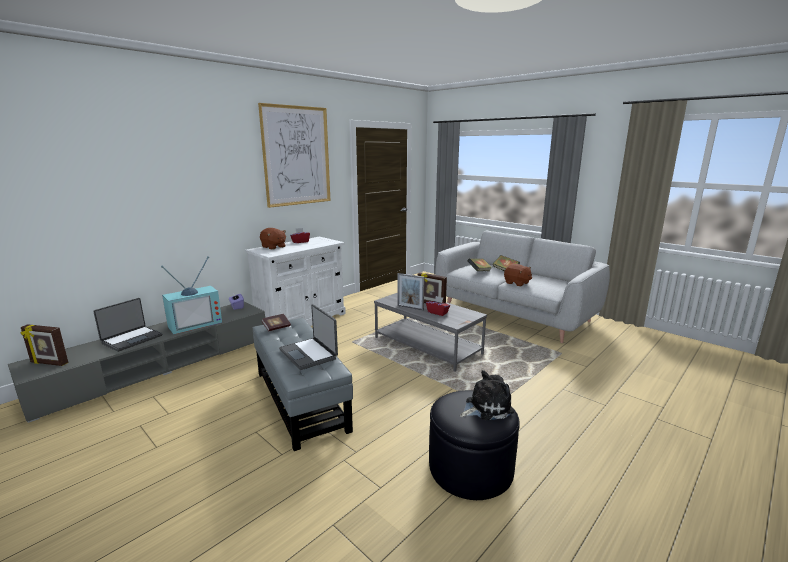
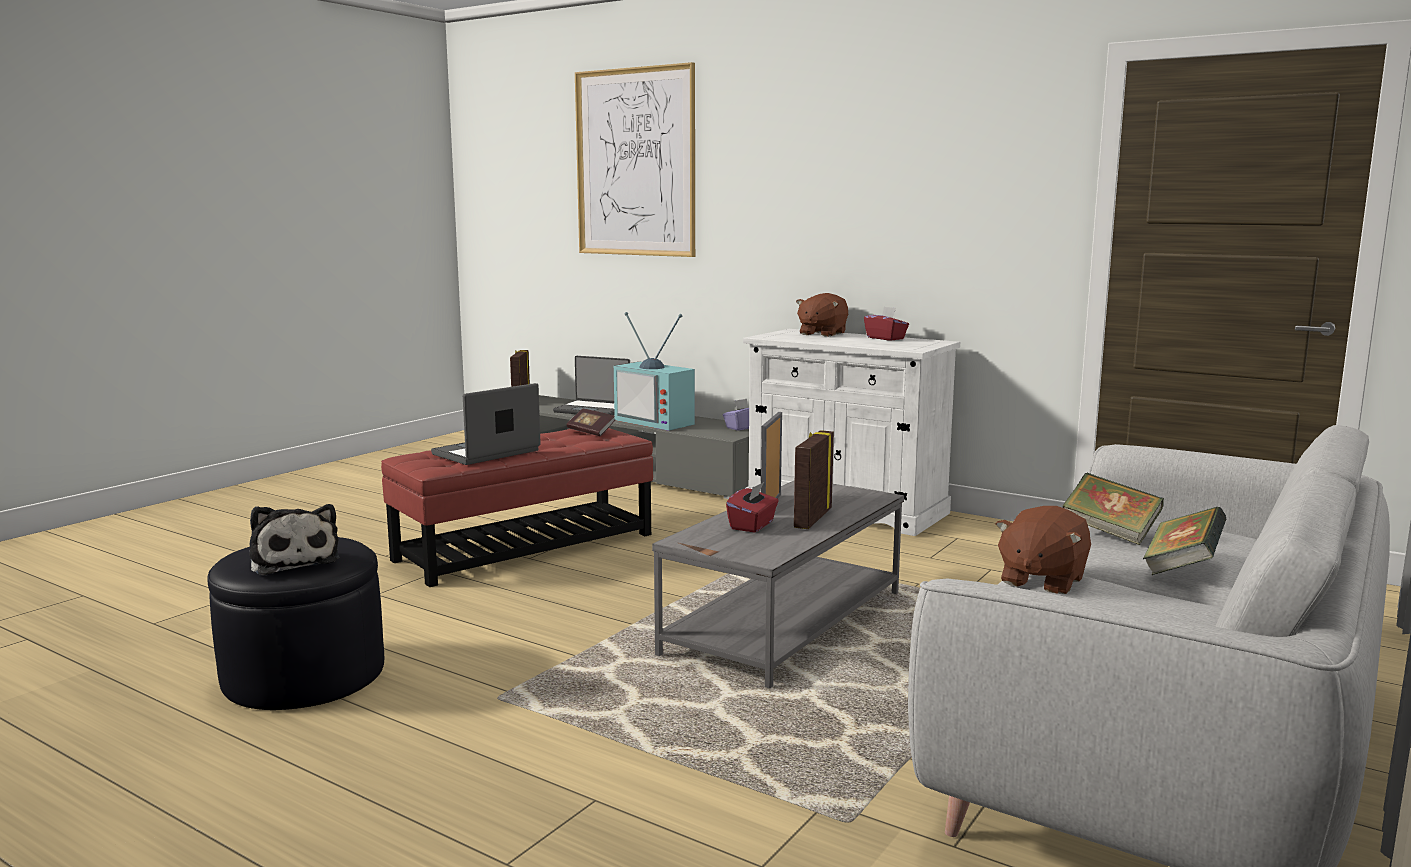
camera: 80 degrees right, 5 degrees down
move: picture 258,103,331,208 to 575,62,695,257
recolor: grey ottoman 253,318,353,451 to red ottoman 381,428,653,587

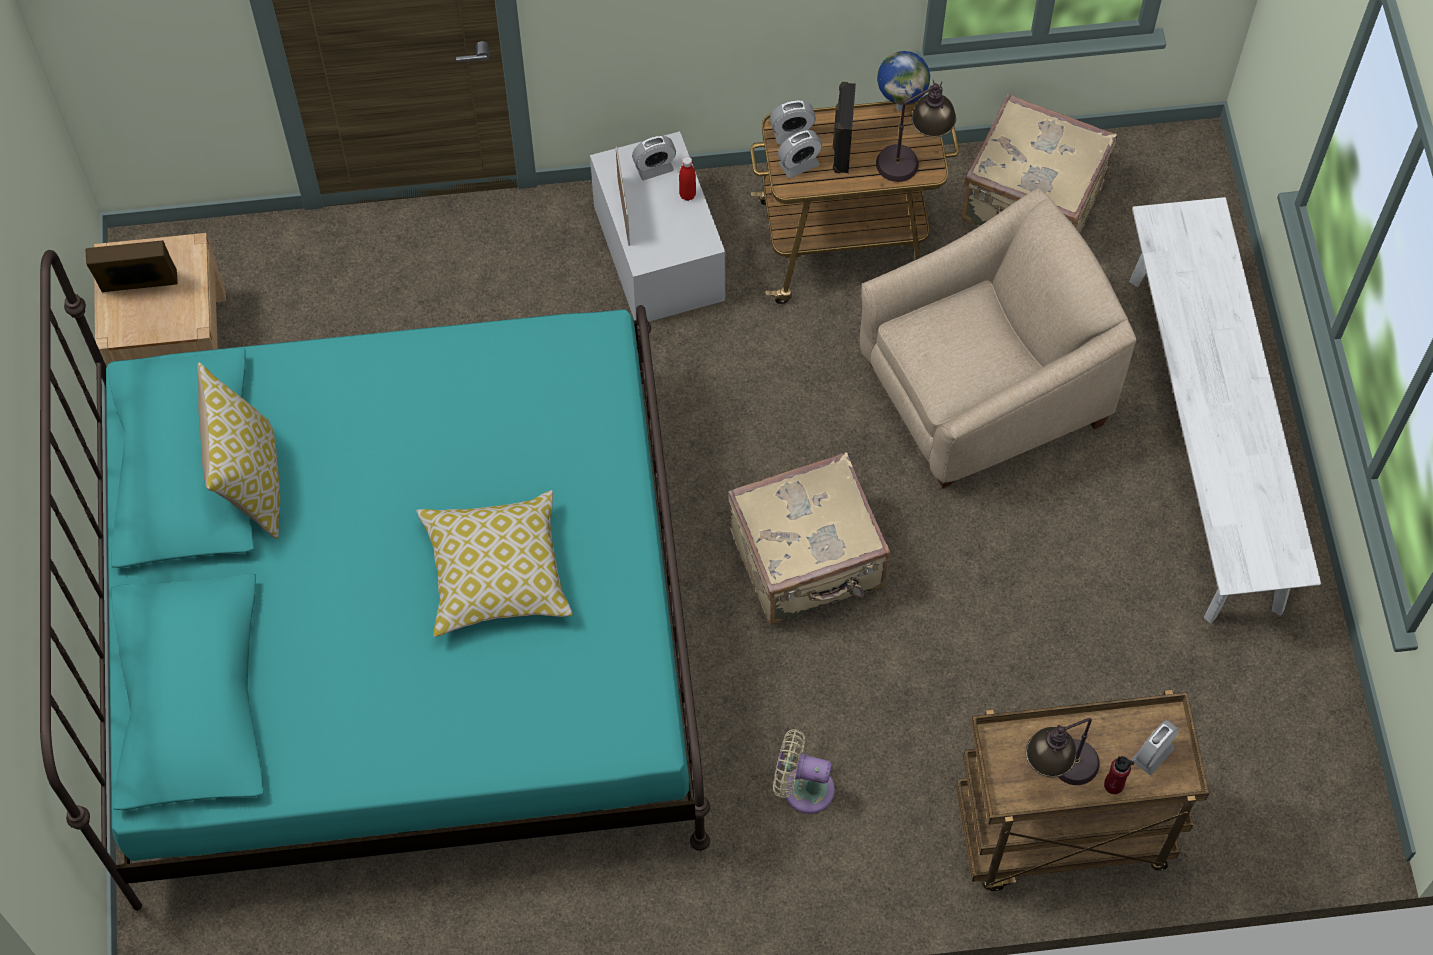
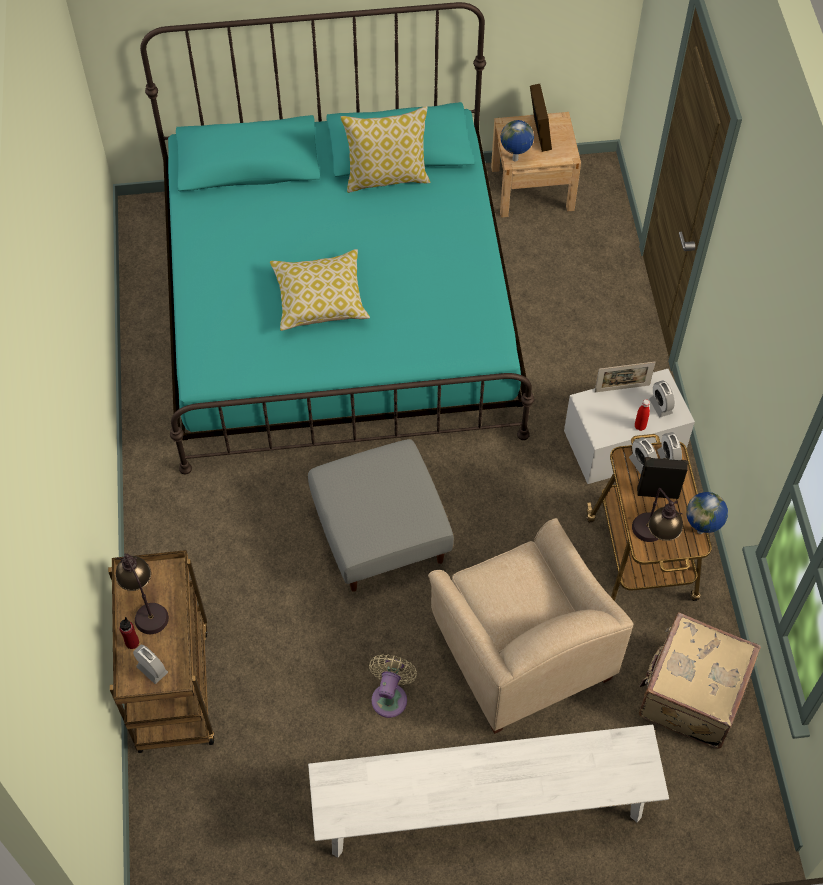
camera: 90 degrees right, 5 degrees down
insert: globe 500,120,534,162
move: beige fan 773,729,835,814 to 369,654,417,718
replace: beige suitcase 728,452,890,625 to grey ottoman 308,439,454,592

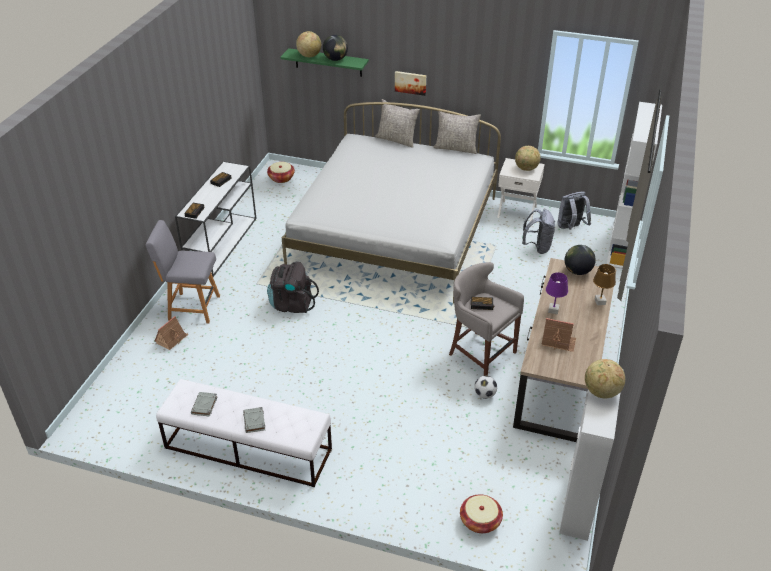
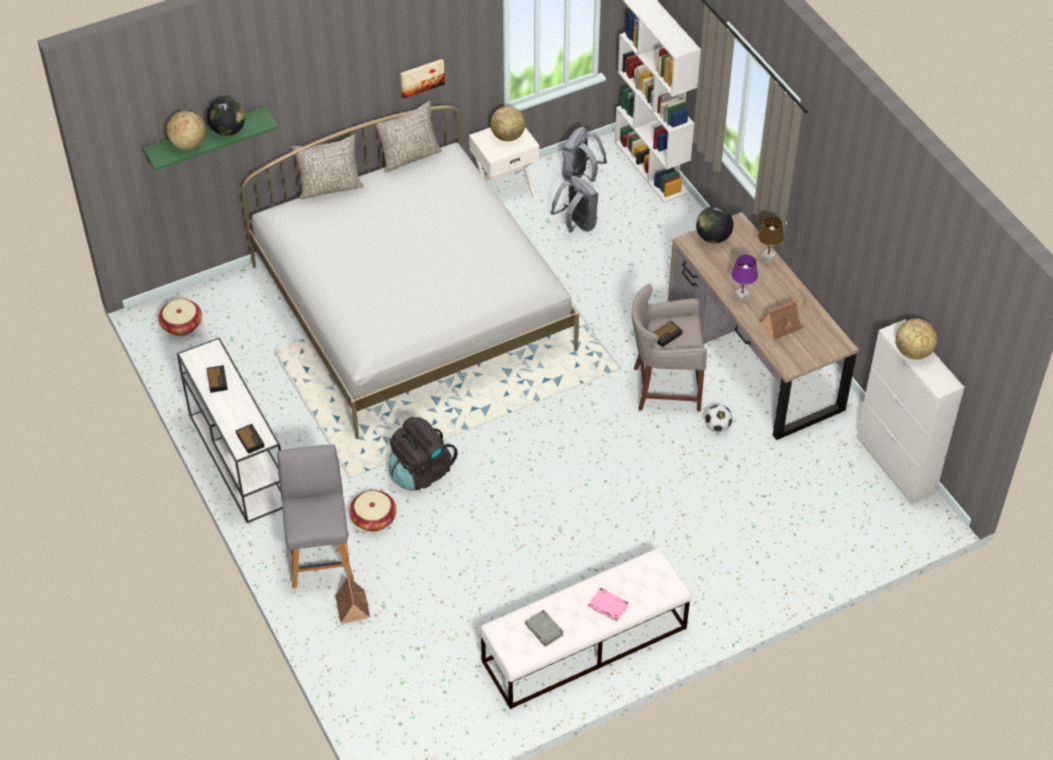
camera: 45 degrees left, 10 degrees up
move: picture 395,71,426,96 to 400,59,445,99; basket 460,494,503,533 to 349,490,396,531
recolor: grey book 243,407,265,433 to pink book 588,588,629,622
rotate: grey chair 145,220,220,324 = 277,444,354,588 120 degrees clockwise

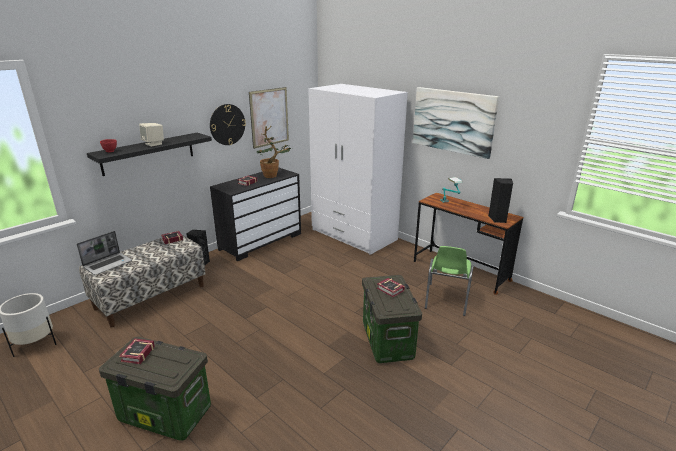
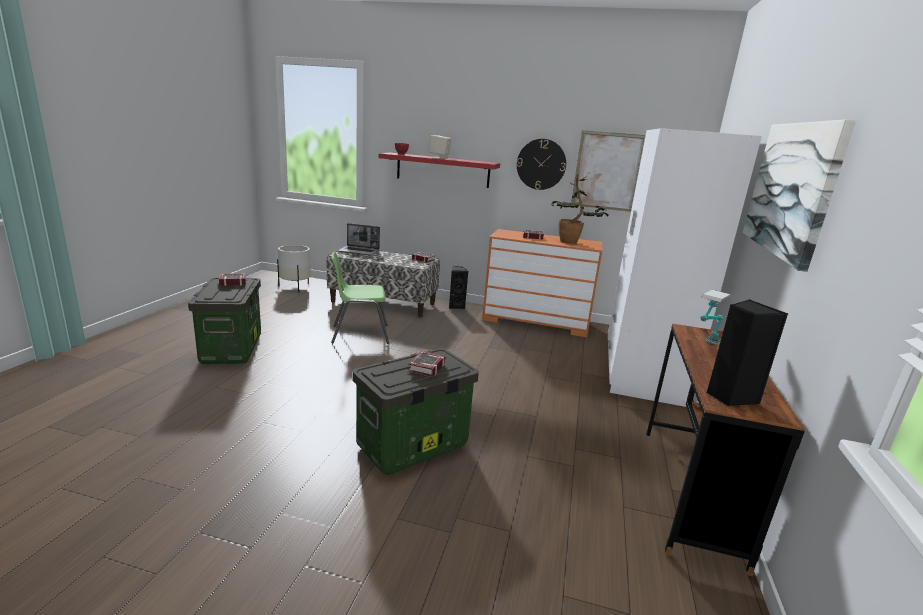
camera: 60 degrees right, 5 degrees down
move: green chair 425,246,474,316 to 331,252,389,344
recolor: black shelf 87,133,212,176 to red shelf 379,153,500,188; black dresser 210,167,301,261 to orange dresser 482,229,602,337

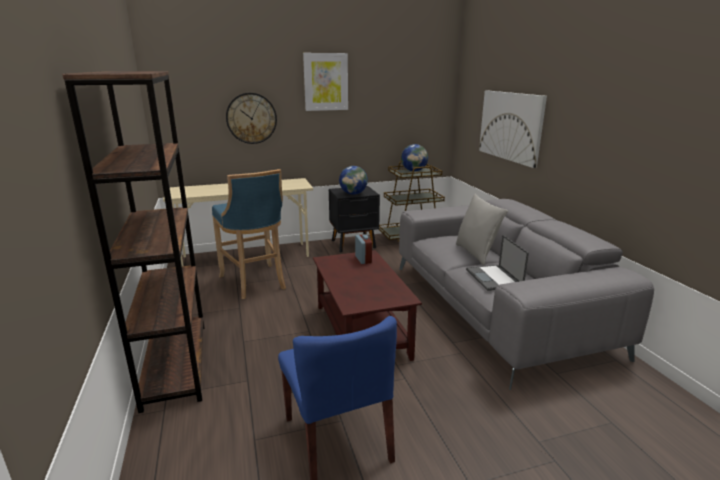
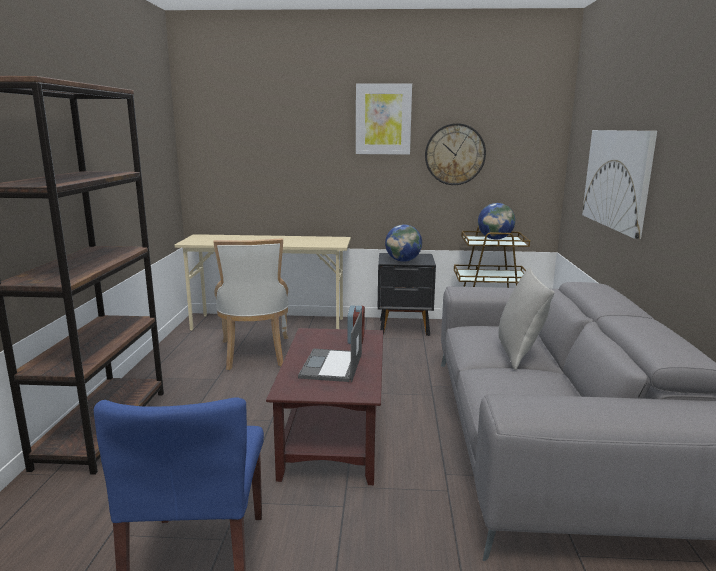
camera: 20 degrees right, 5 degrees down
move: wall clock 226,93,277,144 to 425,123,486,185; laptop 466,235,529,291 to 298,310,362,382
replace: blue stool 212,169,286,299 to white chair 213,238,288,370

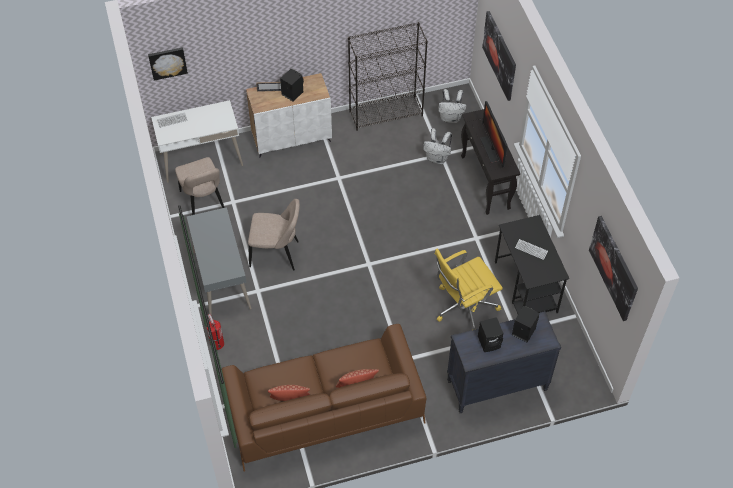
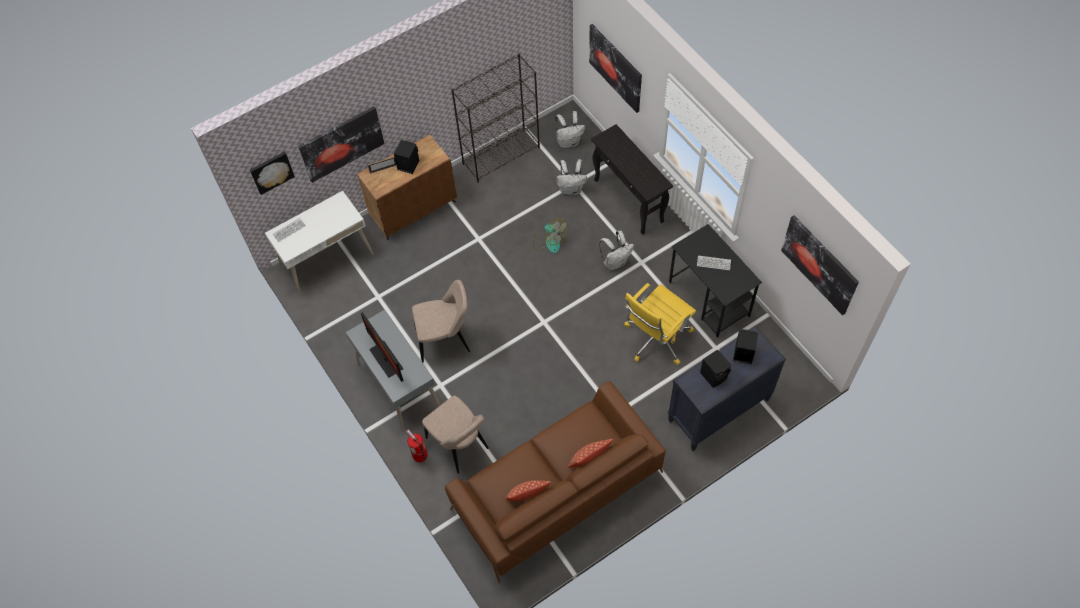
camera: 15 degrees left, 5 degrees up
insert: picture 298,107,385,183; fan 533,218,568,254; white backpack 599,231,634,270
move: beige chair 175,157,225,215 to 422,396,489,474; monitor 480,101,508,167 to 361,312,404,382
recolor: white cabinet 246,73,332,157 to brown cabinet 357,135,457,240

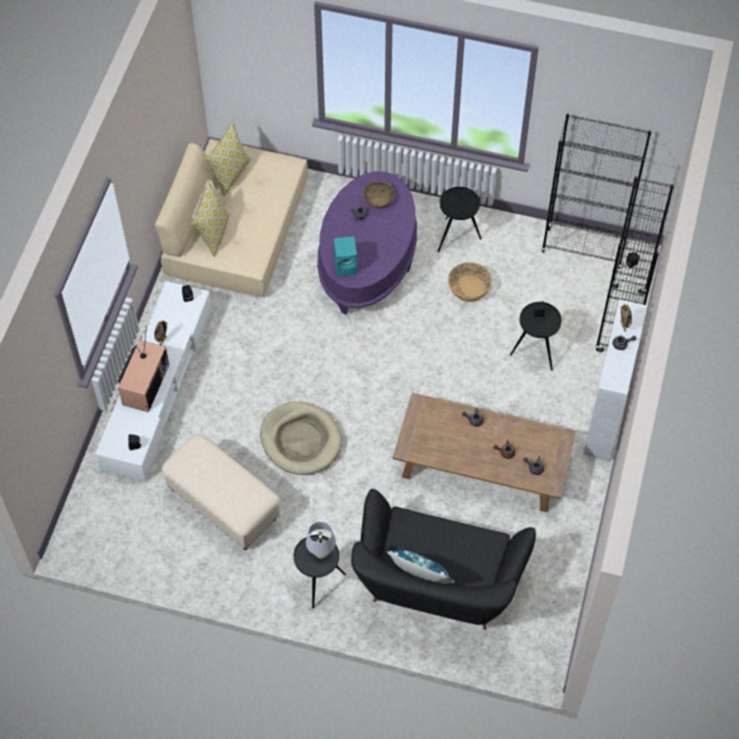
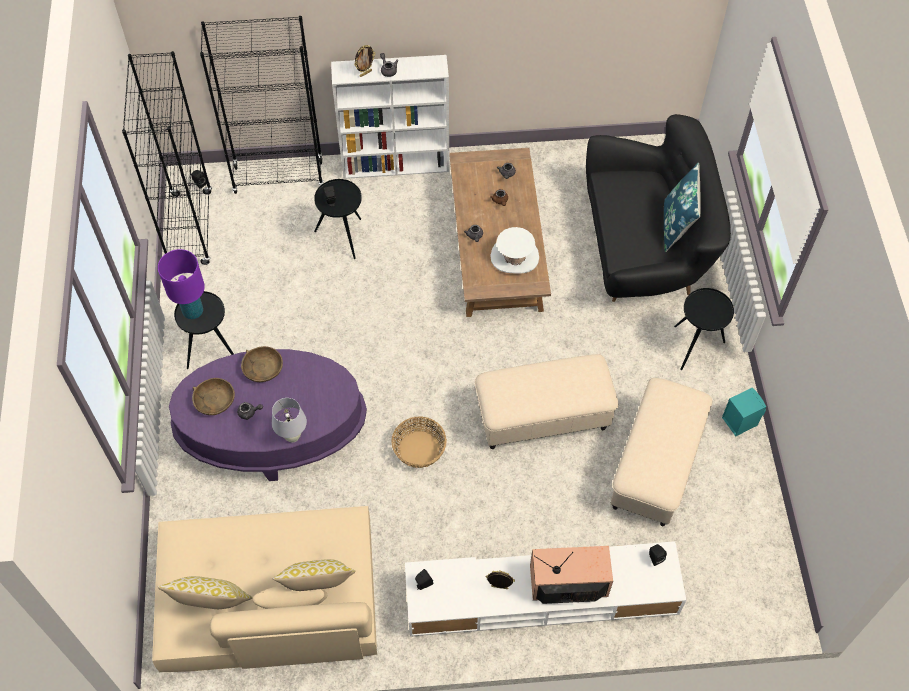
camera: 110 degrees left, 0 degrees up
insert: purple table lamp 158,249,205,319; brown bowl 241,346,283,382; white hat 490,227,539,274
move: white table lamp 306,522,336,559 to 272,398,307,443; turquoise speaker 334,236,357,276 to 722,388,766,436; basket 448,262,492,302 to 391,416,447,468
replace: beige dog bed 260,402,342,475 to beige ottoman 475,354,619,449

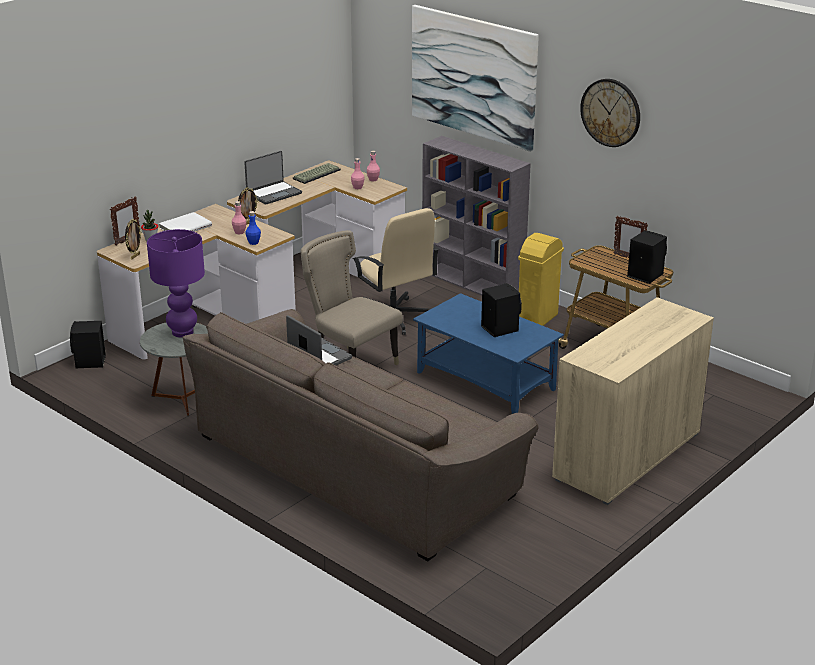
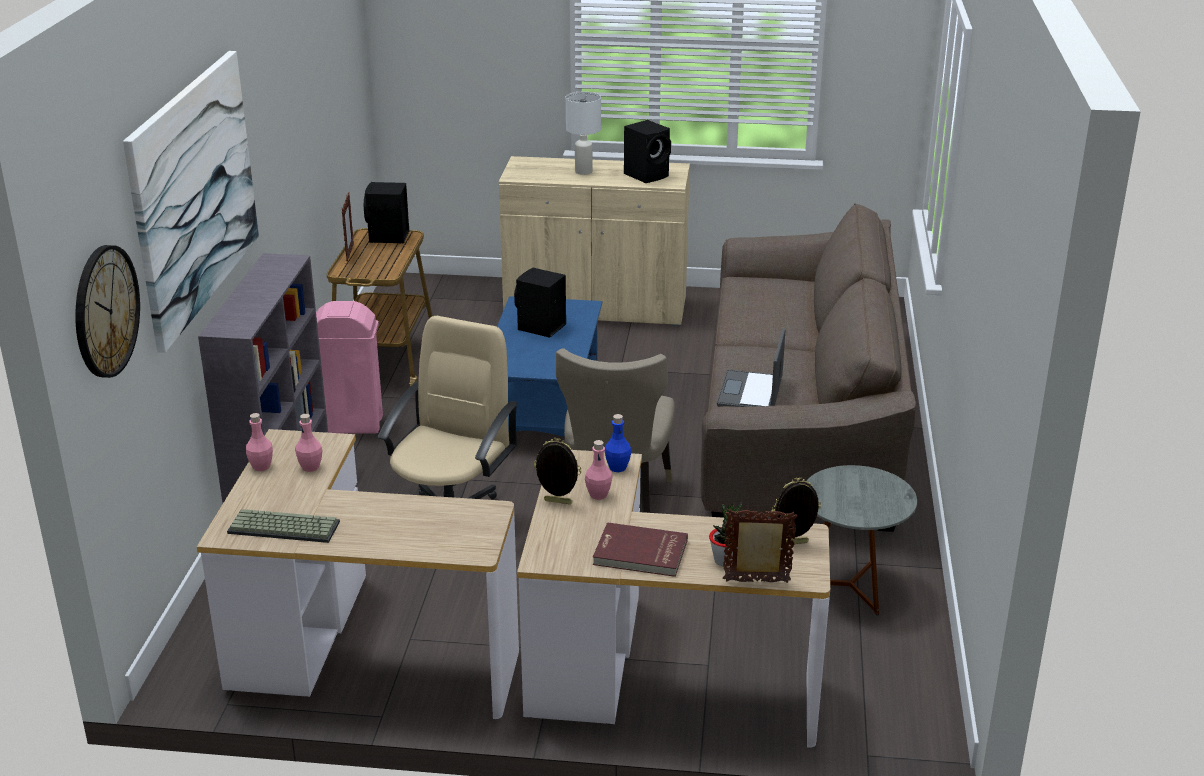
camera: 125 degrees left, 0 degrees up
delete: purple table lamp 147,229,205,338; laptop 244,151,302,205
insert: white table lamp 566,92,601,175
move: black speaker 70,321,106,369 to 624,120,671,183; wall clock 580,79,640,147 to 75,245,140,378
recolor: white book 159,212,212,232 to red book 593,522,688,577; yellow trash can 518,233,564,326 to pink trash can 316,301,383,434

